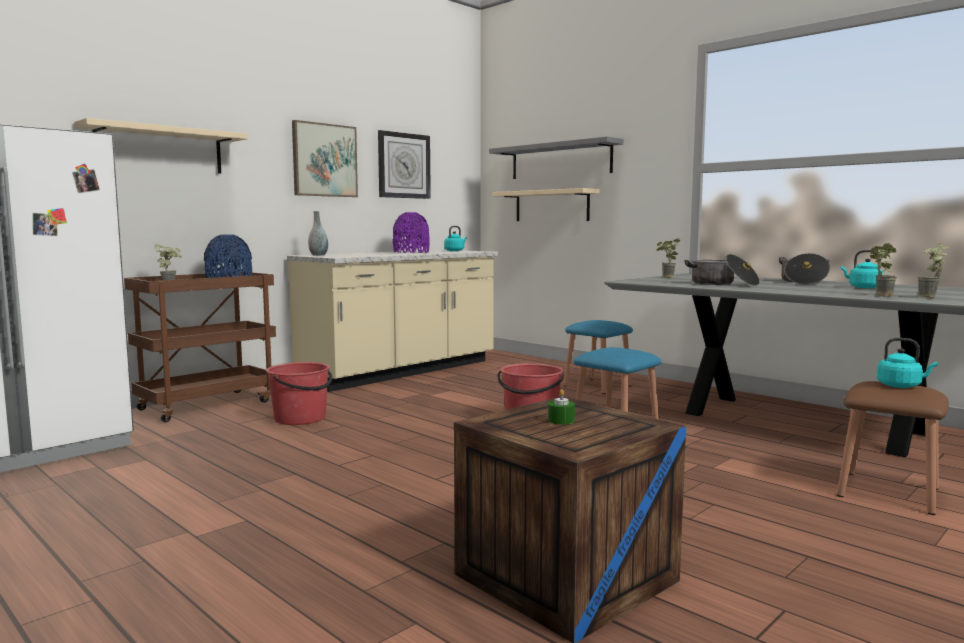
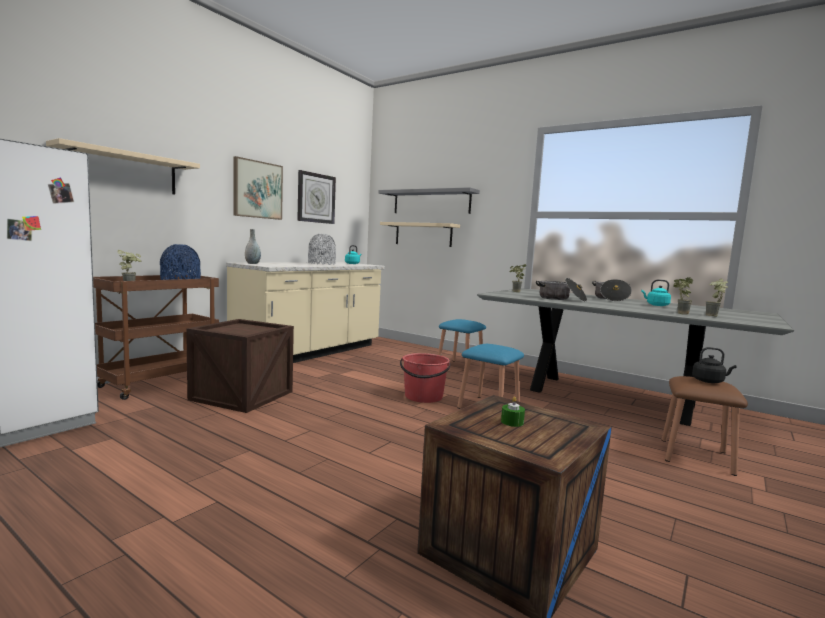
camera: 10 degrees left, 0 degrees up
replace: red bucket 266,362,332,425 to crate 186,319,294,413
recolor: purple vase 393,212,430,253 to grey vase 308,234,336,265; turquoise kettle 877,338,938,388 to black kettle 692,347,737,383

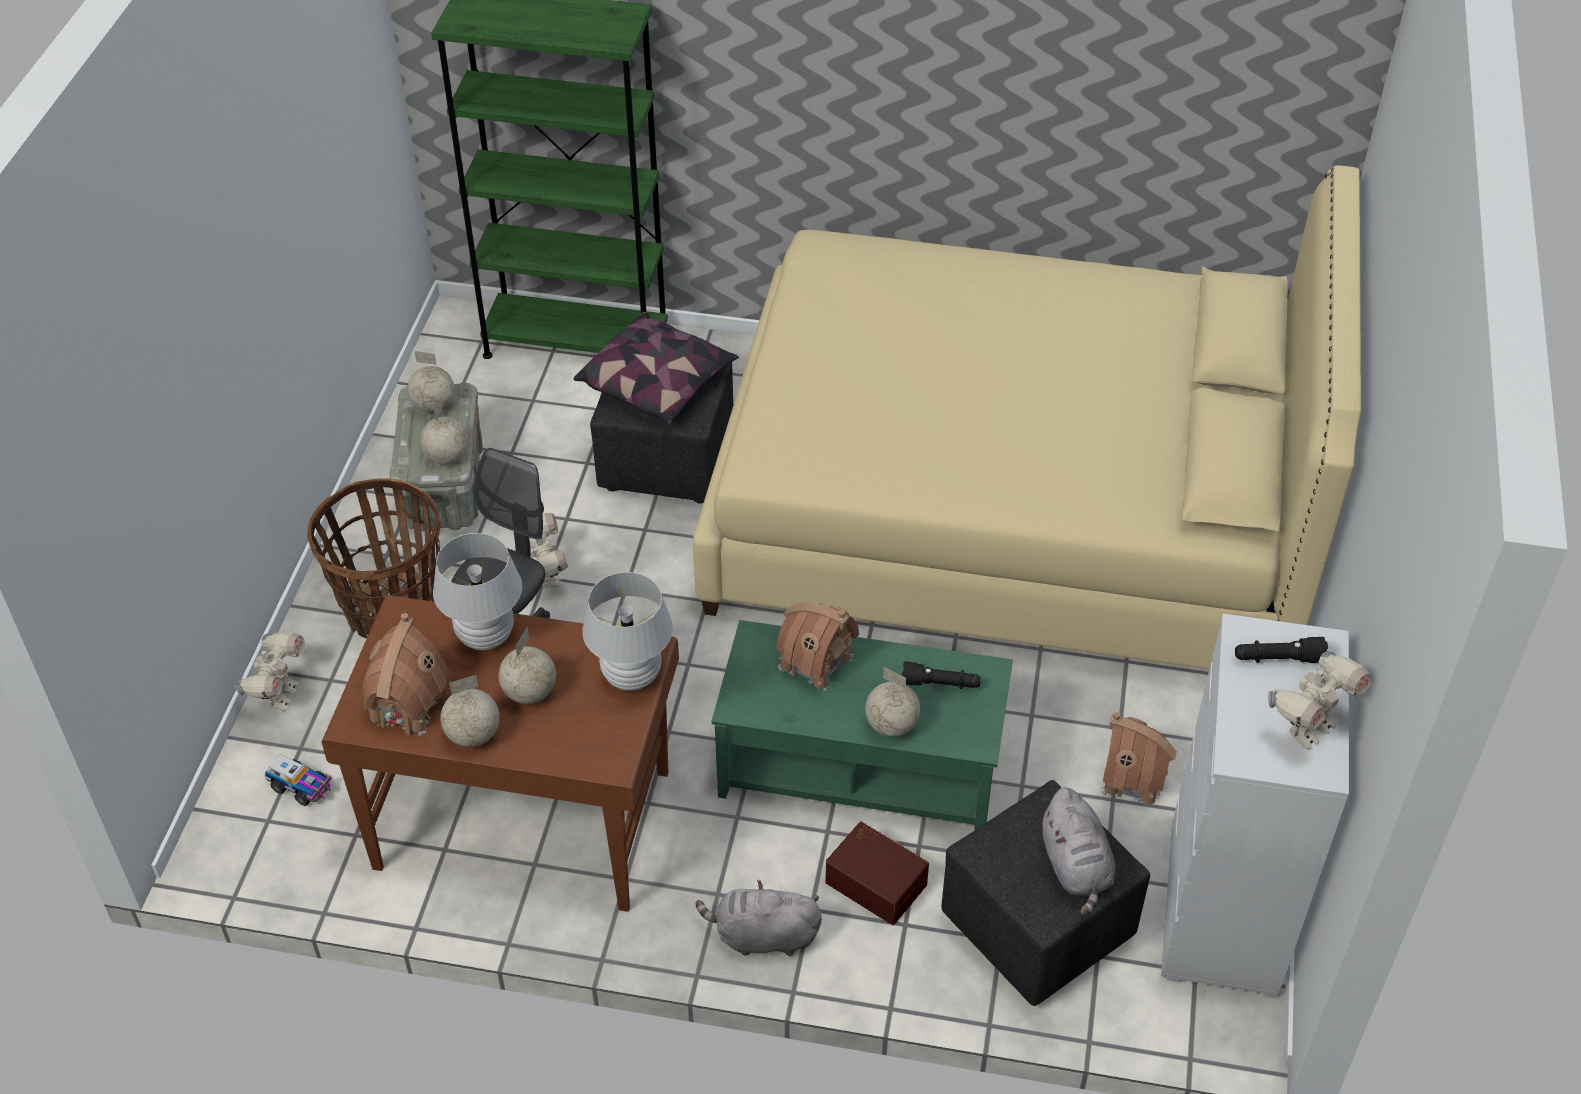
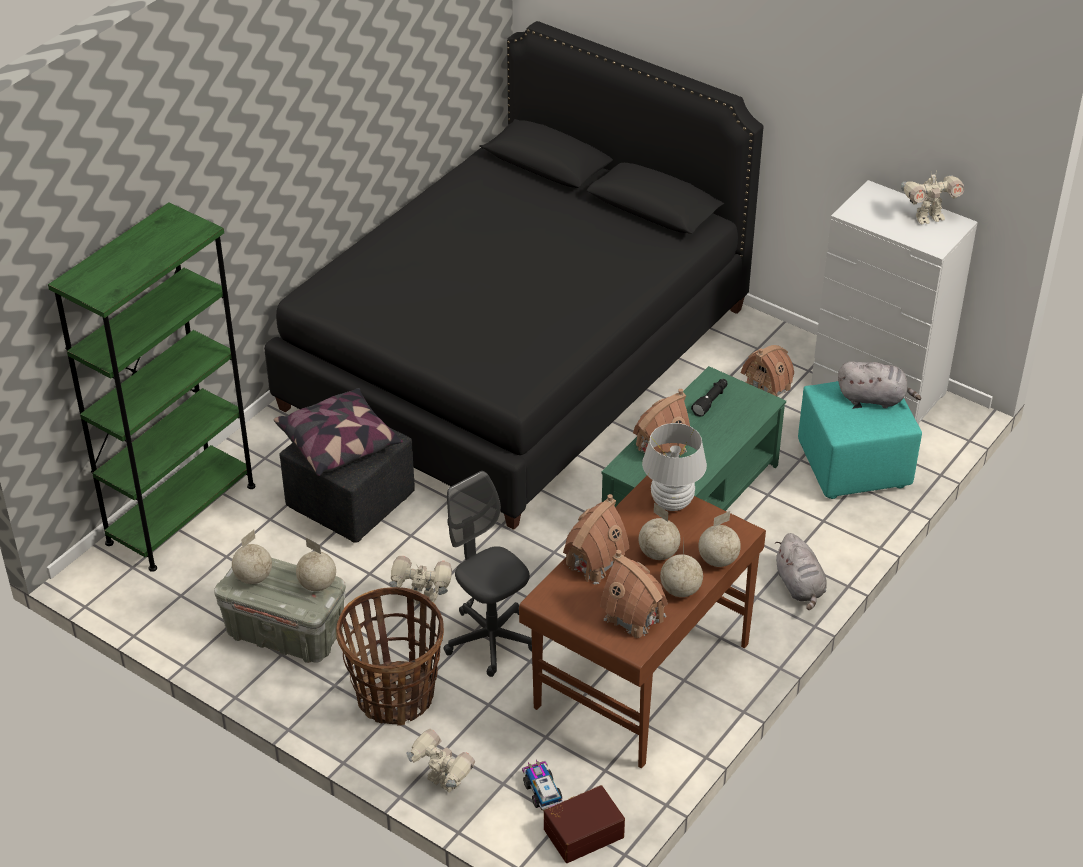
camera: 65 degrees left, 5 degrees down
delete: black flashlight 1235,637,1328,663
move: brown storage box 826,821,929,925 to 544,785,625,863; globe 865,667,920,737 to 698,511,741,567
replace: white table lamp 433,533,522,650 to toy house 563,494,629,585
recolor: beige bed 693,165,1361,670 to black bed 264,21,763,530; black ottoman 942,780,1150,1006 to turquoise ottoman 798,381,922,499
rotate: toy truck 264,754,332,806 = 522,760,563,811 75 degrees counterclockwise; grey plush toy 696,880,822,956 = 775,533,827,610 45 degrees counterclockwise; toy robot 1268,651,1372,749 = 901,173,964,224 90 degrees clockwise

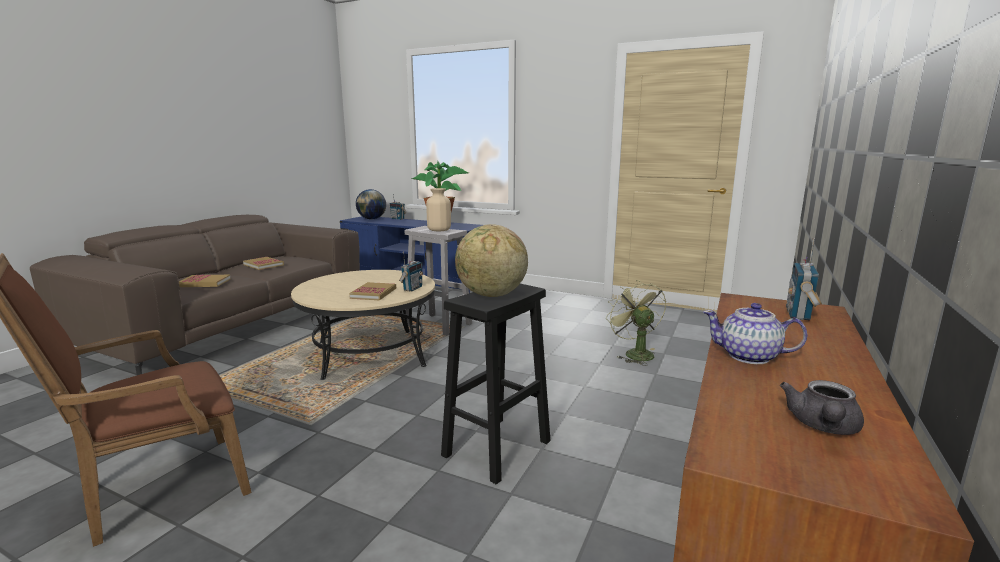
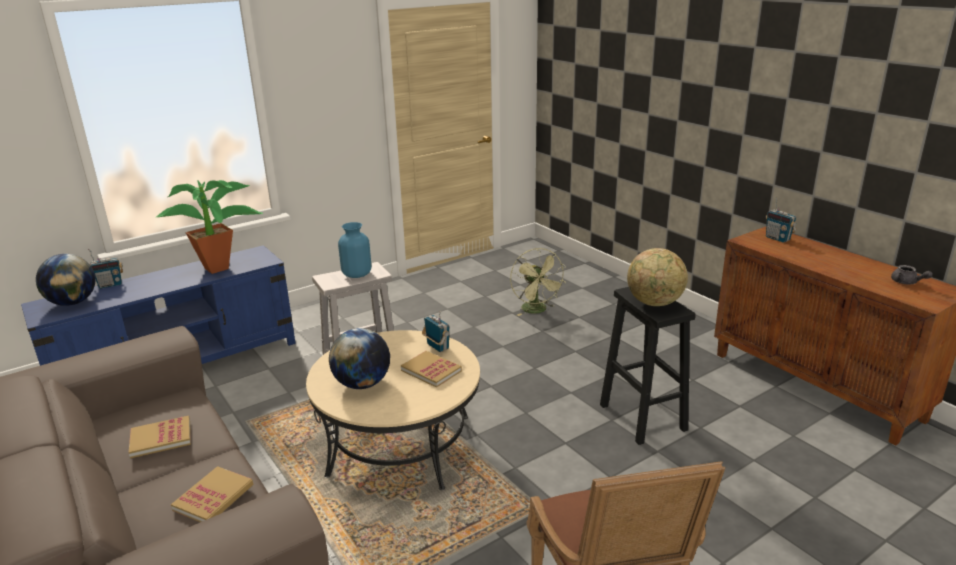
camera: 60 degrees left, 10 degrees up
delete: teapot 703,303,808,364
insert: globe 329,328,390,389
recolor: beige vase 426,188,451,231 to blue vase 338,222,371,278
rotate: green fan 606,280,666,366 = 510,248,566,316 120 degrees counterclockwise

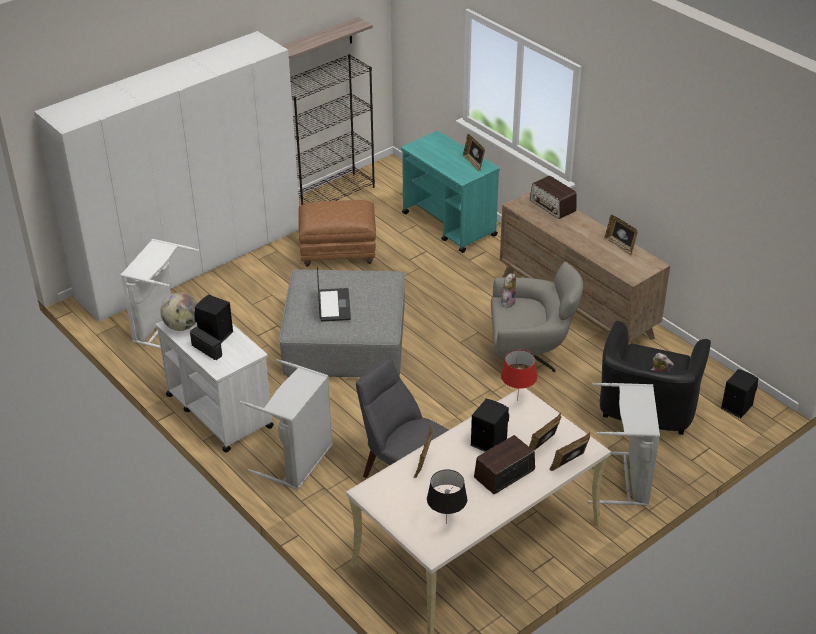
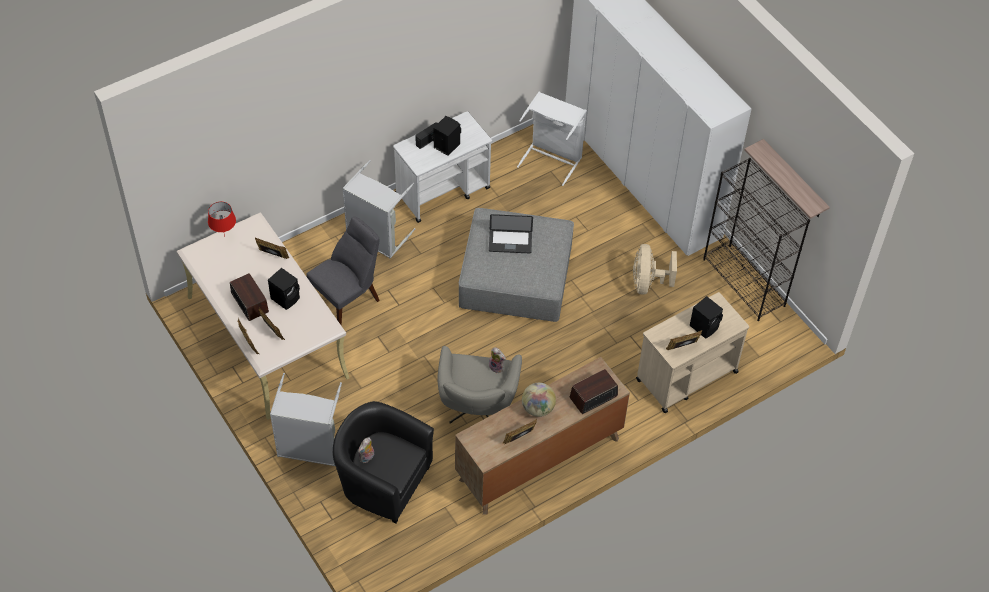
camera: 95 degrees right, 15 degrees up
delete: black table lamp 427,470,467,524
move: globe 160,292,197,331 to 522,383,556,417; red table lamp 501,350,538,401 to 208,202,236,236; black speaker 721,369,759,418 to 690,296,723,339
replace: brown ottoman 299,200,376,267 to beige fan 633,244,677,295
recolor: turquoise cart 401,131,500,253 to beige cart 636,292,749,413

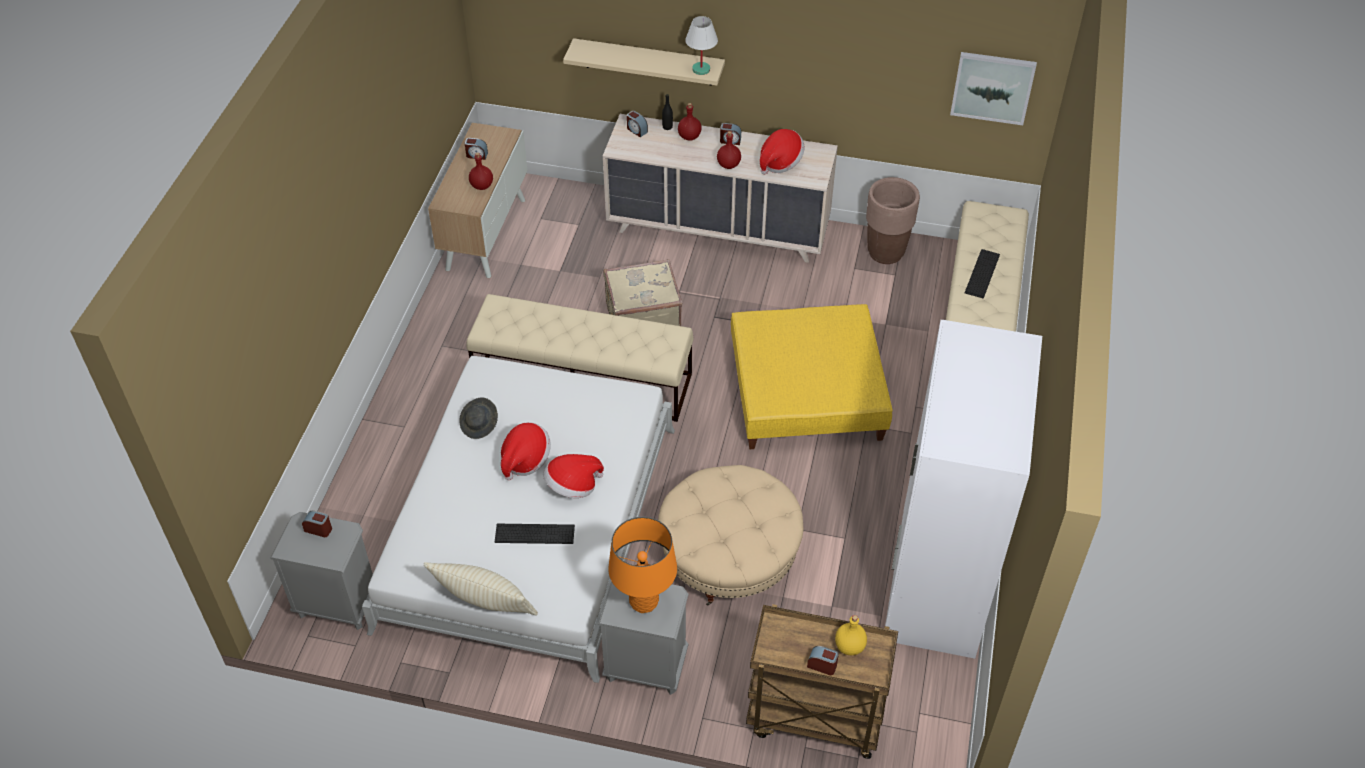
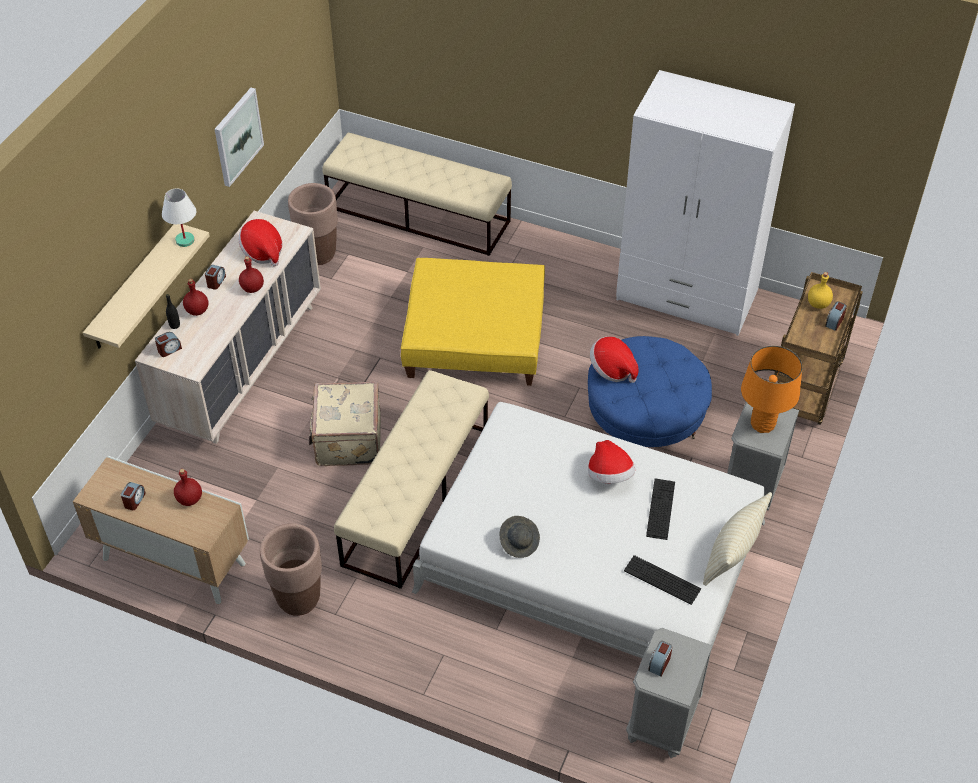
camera: 80 degrees left, 0 degrees up
insert: brown planter 260,523,322,616
move: hat 501,422,551,480 to 590,337,639,383; picture 950,52,1037,125 to 215,88,264,187; keyboard 965,249,1000,298 to 624,555,701,605
recolor: beige ottoman 658,465,803,606 to blue ottoman 588,336,712,447

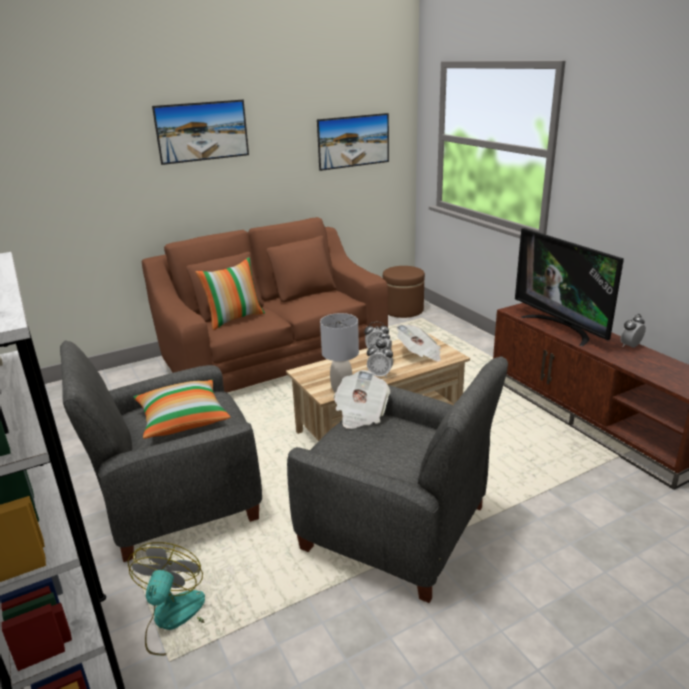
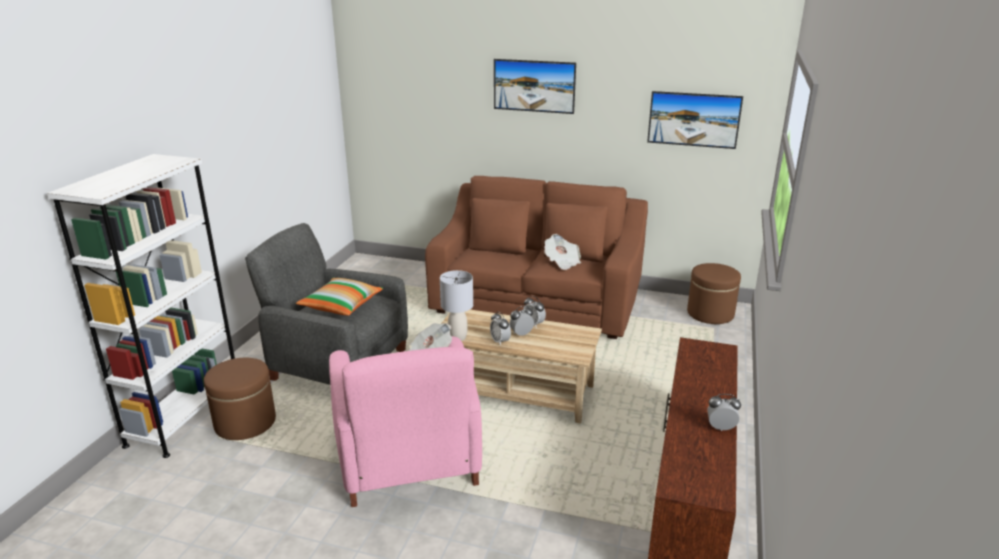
camera: 45 degrees right, 0 degrees up
delete: pillow 196,257,265,330; television 515,228,624,346
move: newspaper 396,324,441,362 to 544,234,581,270
replace: fan 128,542,205,656 to brown ottoman 204,358,276,440
recolor: grey armchair 287,356,508,603 to pink armchair 329,336,482,507

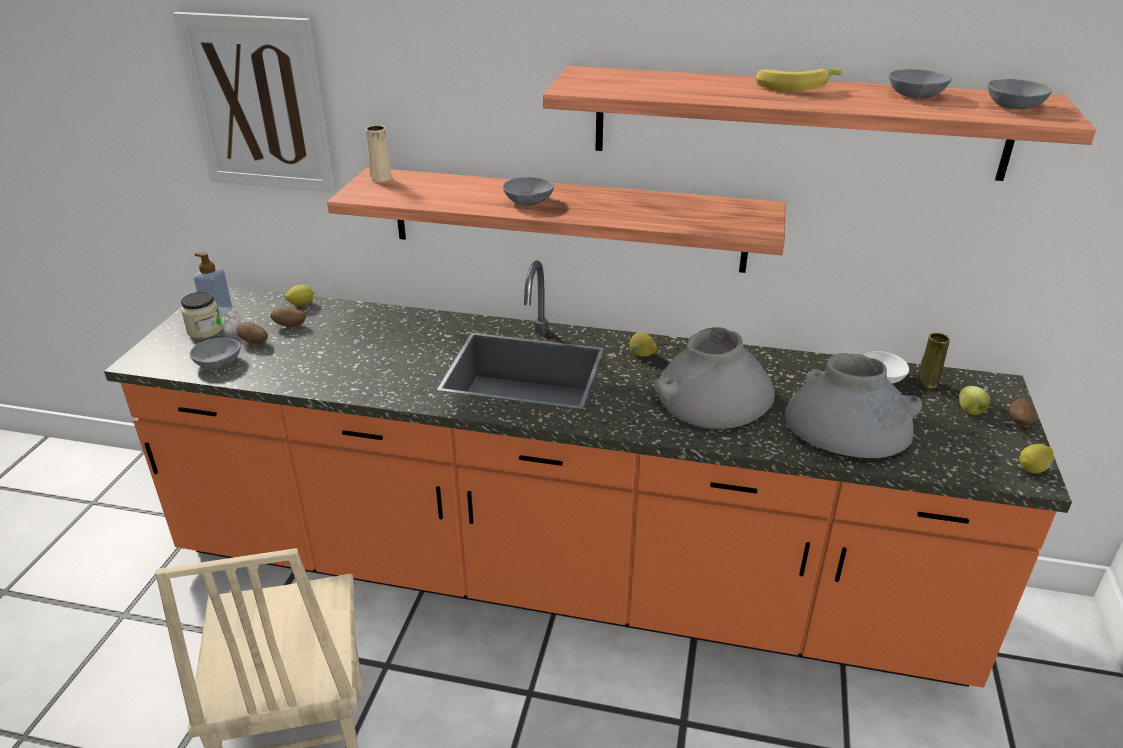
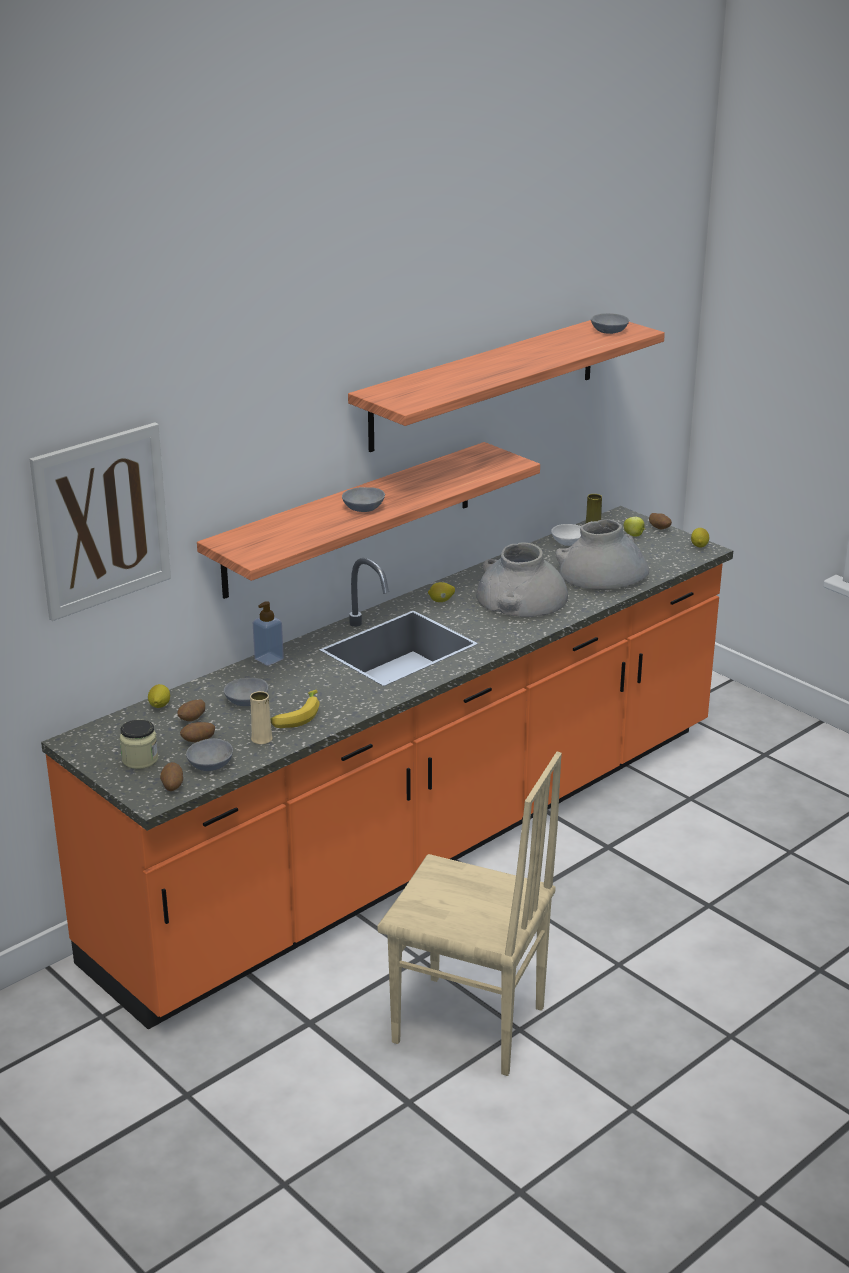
camera: 55 degrees left, 5 degrees down
insert: potato 160,762,183,791
move: soap dispenser 193,253,233,318 to 253,601,284,666; beige vase 366,125,392,182 to 250,691,273,744; banana 755,69,842,92 to 270,690,320,728; grey bowl 889,69,952,99 to 224,678,268,706

